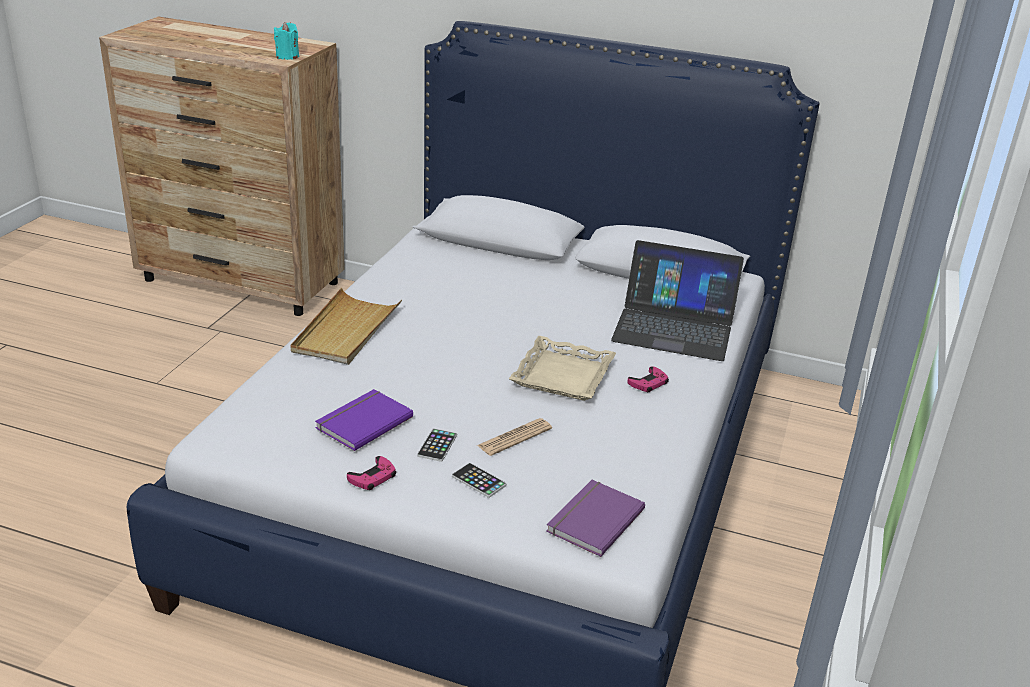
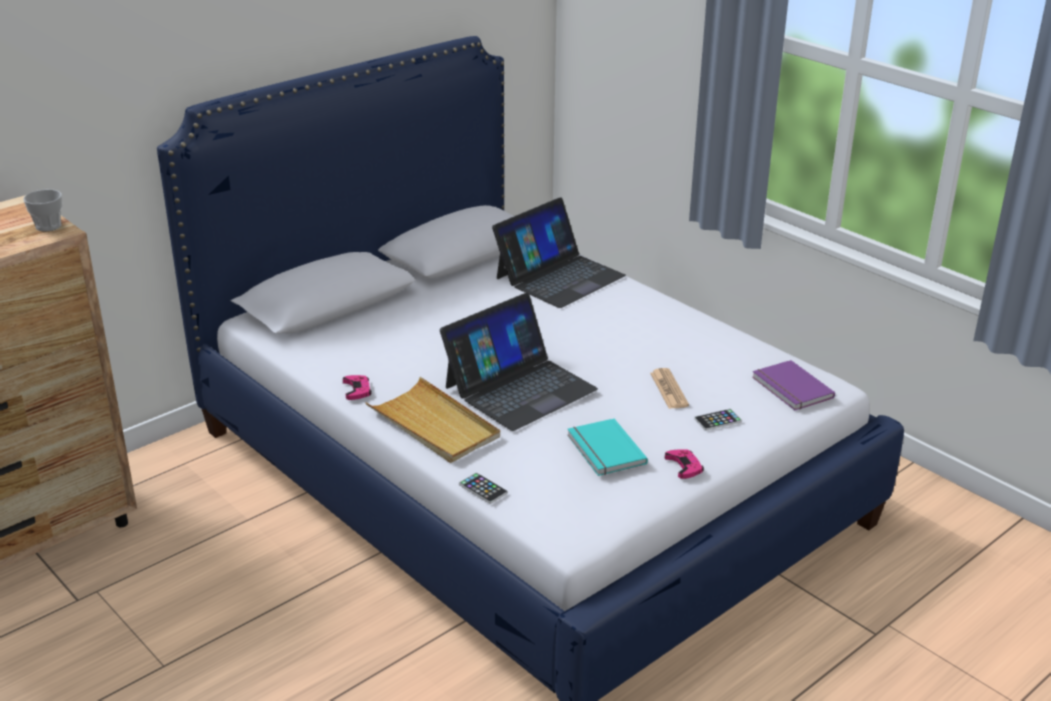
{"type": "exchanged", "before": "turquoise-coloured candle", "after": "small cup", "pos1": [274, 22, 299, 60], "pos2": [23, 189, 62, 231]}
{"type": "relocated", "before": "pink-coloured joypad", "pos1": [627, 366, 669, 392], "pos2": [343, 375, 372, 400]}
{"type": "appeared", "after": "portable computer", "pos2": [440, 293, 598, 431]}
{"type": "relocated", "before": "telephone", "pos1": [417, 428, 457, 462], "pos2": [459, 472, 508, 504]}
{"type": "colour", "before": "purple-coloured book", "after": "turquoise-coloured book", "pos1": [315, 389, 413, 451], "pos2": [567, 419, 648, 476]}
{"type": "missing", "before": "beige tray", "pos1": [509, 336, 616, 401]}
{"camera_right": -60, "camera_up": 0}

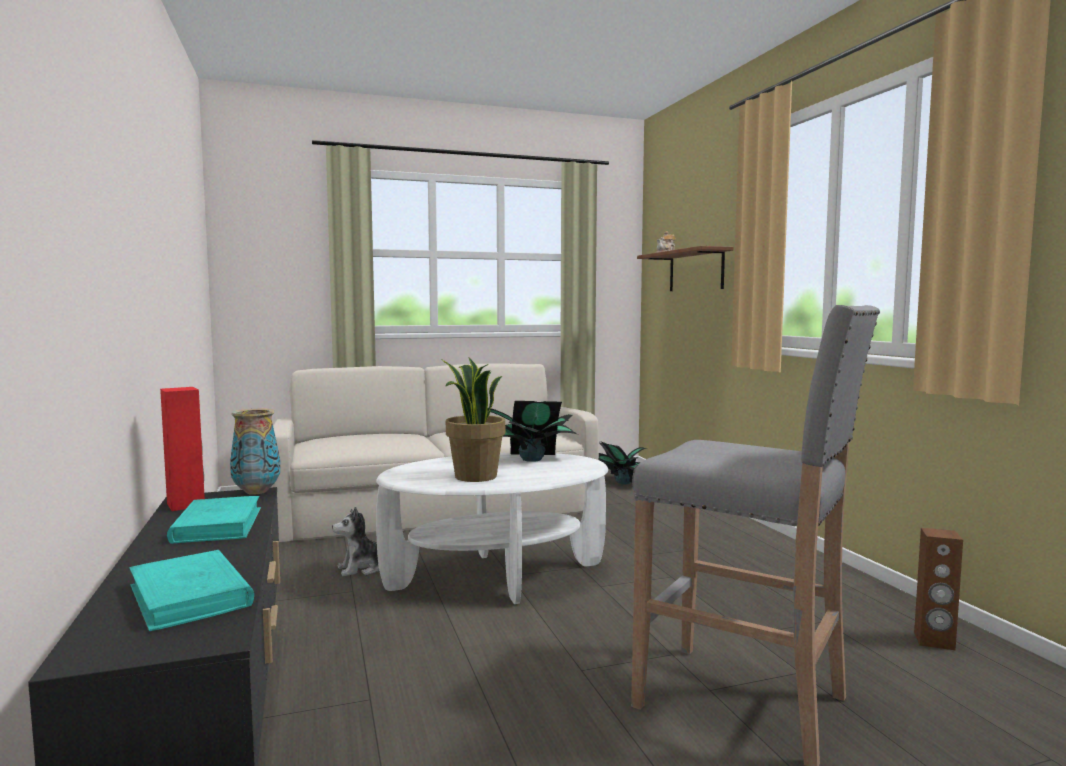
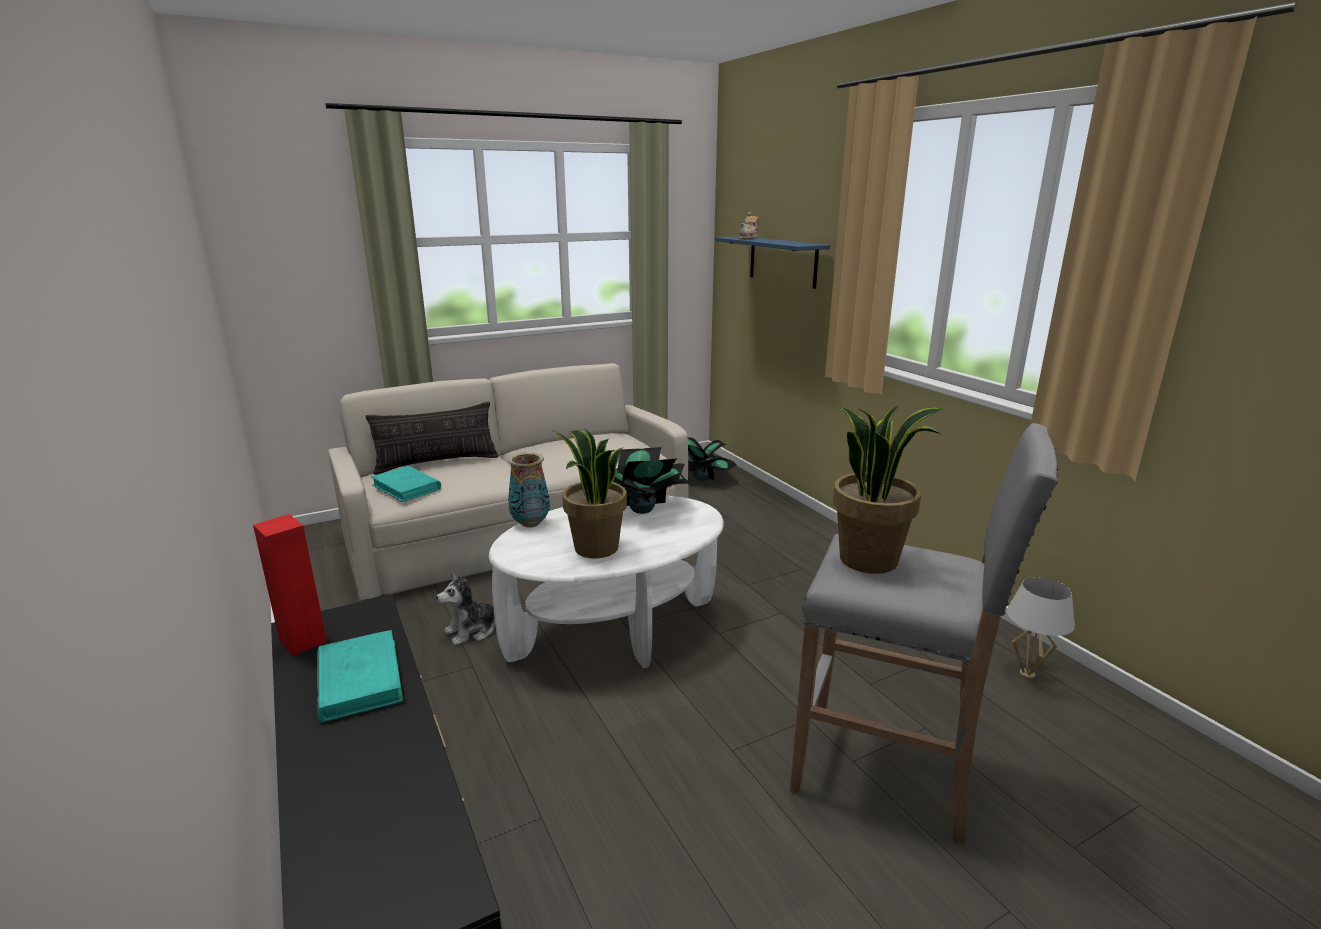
{"type": "appeared", "after": "throw pillow", "pos2": [366, 401, 499, 475]}
{"type": "relocated", "before": "turquoise-coloured book", "pos1": [129, 550, 254, 631], "pos2": [371, 466, 441, 502]}
{"type": "relocated", "before": "decorative vase", "pos1": [230, 408, 280, 495], "pos2": [508, 452, 550, 528]}
{"type": "colour", "before": "brown-coloured bracket shelf", "after": "blue-coloured bracket shelf", "pos1": [637, 246, 734, 291], "pos2": [716, 237, 830, 289]}
{"type": "appeared", "after": "houseplant", "pos2": [833, 404, 943, 574]}
{"type": "exchanged", "before": "brown-coloured speaker", "after": "white-coloured lamp for a table", "pos1": [914, 528, 963, 650], "pos2": [1007, 577, 1075, 679]}
{"camera_right": -10, "camera_up": 15}

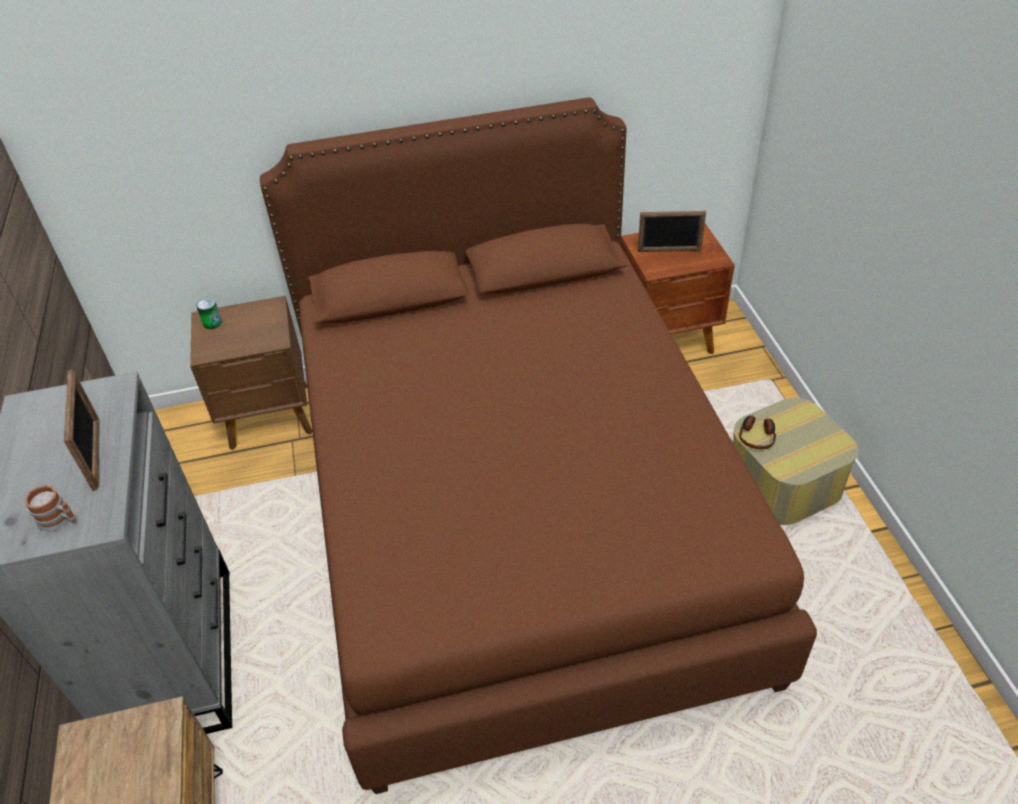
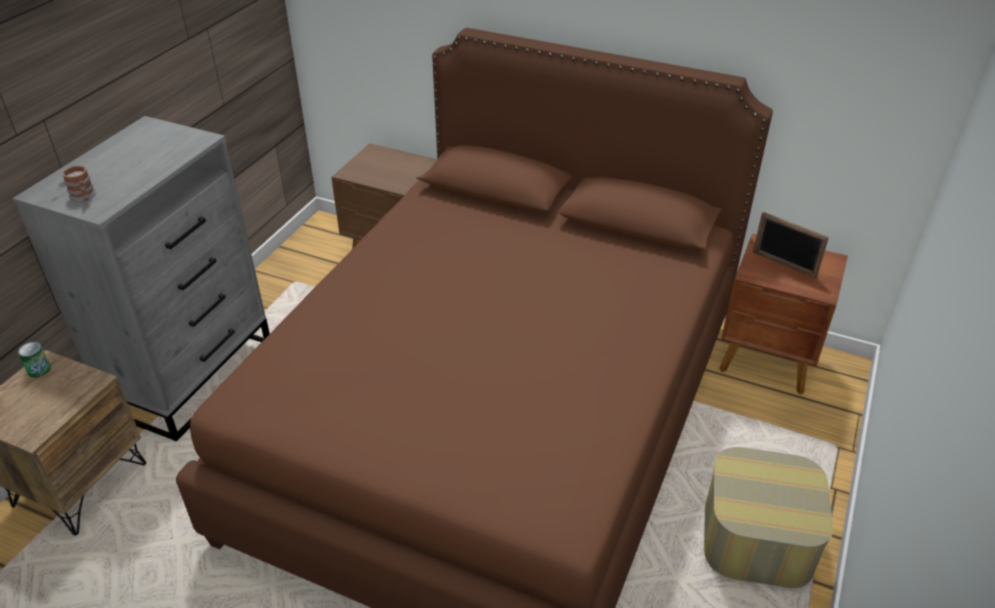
{"type": "relocated", "before": "sealed can", "pos1": [196, 298, 222, 329], "pos2": [18, 342, 51, 377]}
{"type": "missing", "before": "picture frame", "pos1": [64, 370, 100, 491]}
{"type": "missing", "before": "pair of headphones", "pos1": [739, 415, 776, 449]}
{"camera_right": 35, "camera_up": -5}

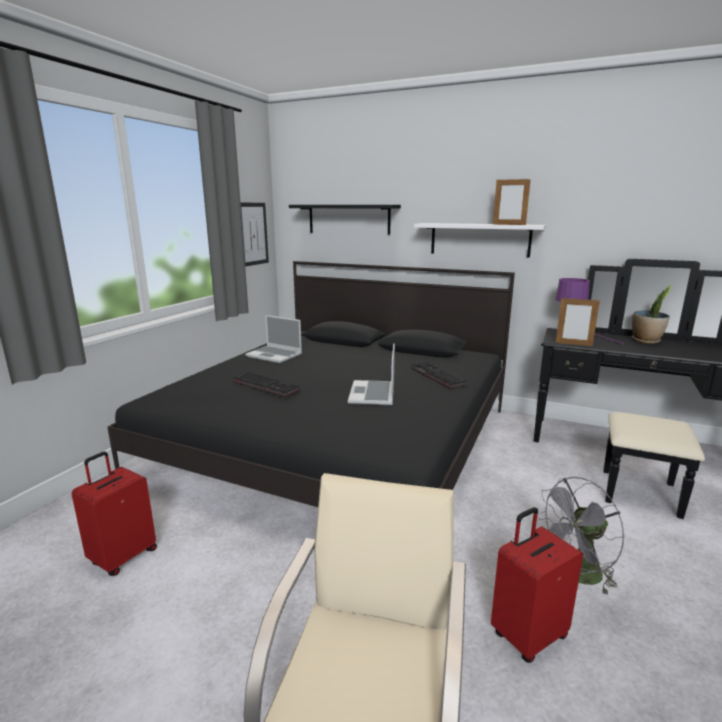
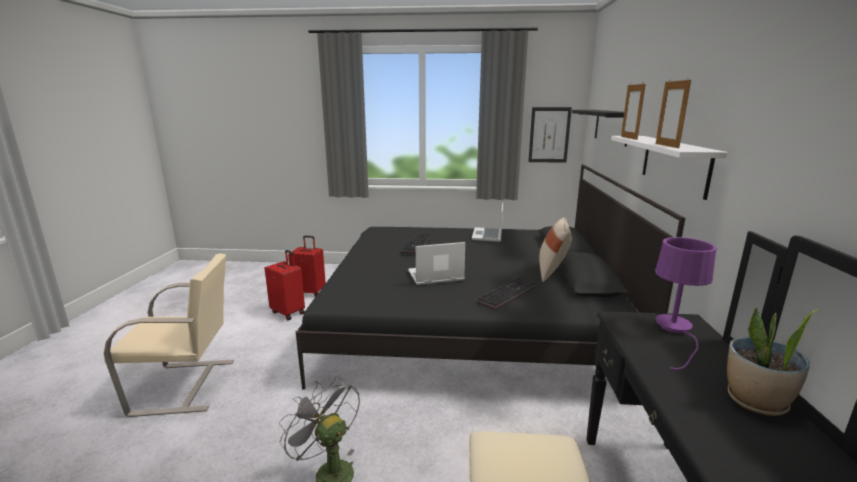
{"type": "relocated", "before": "reddish travel case", "pos1": [491, 507, 583, 663], "pos2": [265, 250, 305, 320]}
{"type": "appeared", "after": "beige throw pillow", "pos2": [539, 217, 572, 282]}
{"type": "relocated", "before": "picture frame", "pos1": [556, 298, 600, 346], "pos2": [621, 82, 646, 140]}
{"camera_right": 70, "camera_up": 0}

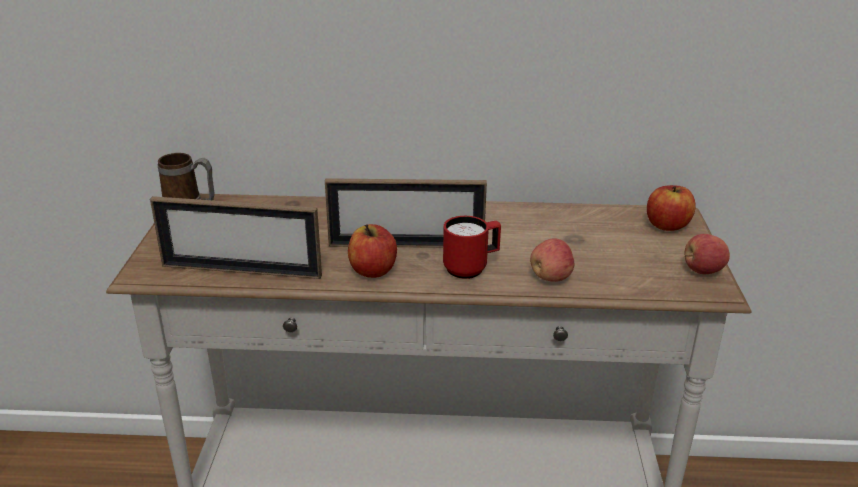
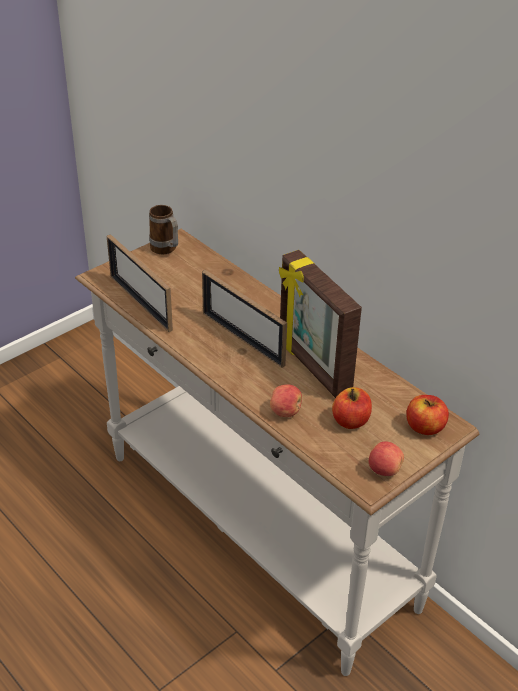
{"type": "appeared", "after": "picture frame", "pos2": [279, 250, 362, 398]}
{"type": "relocated", "before": "apple fruit", "pos1": [348, 224, 397, 278], "pos2": [332, 387, 372, 429]}
{"type": "missing", "before": "reddish coffee mug", "pos1": [443, 216, 501, 279]}
{"camera_right": 45, "camera_up": 10}

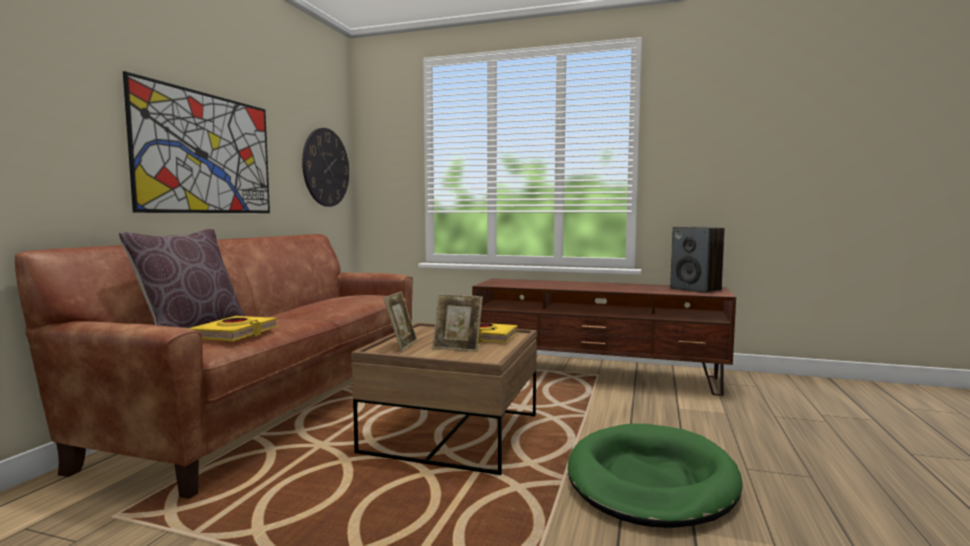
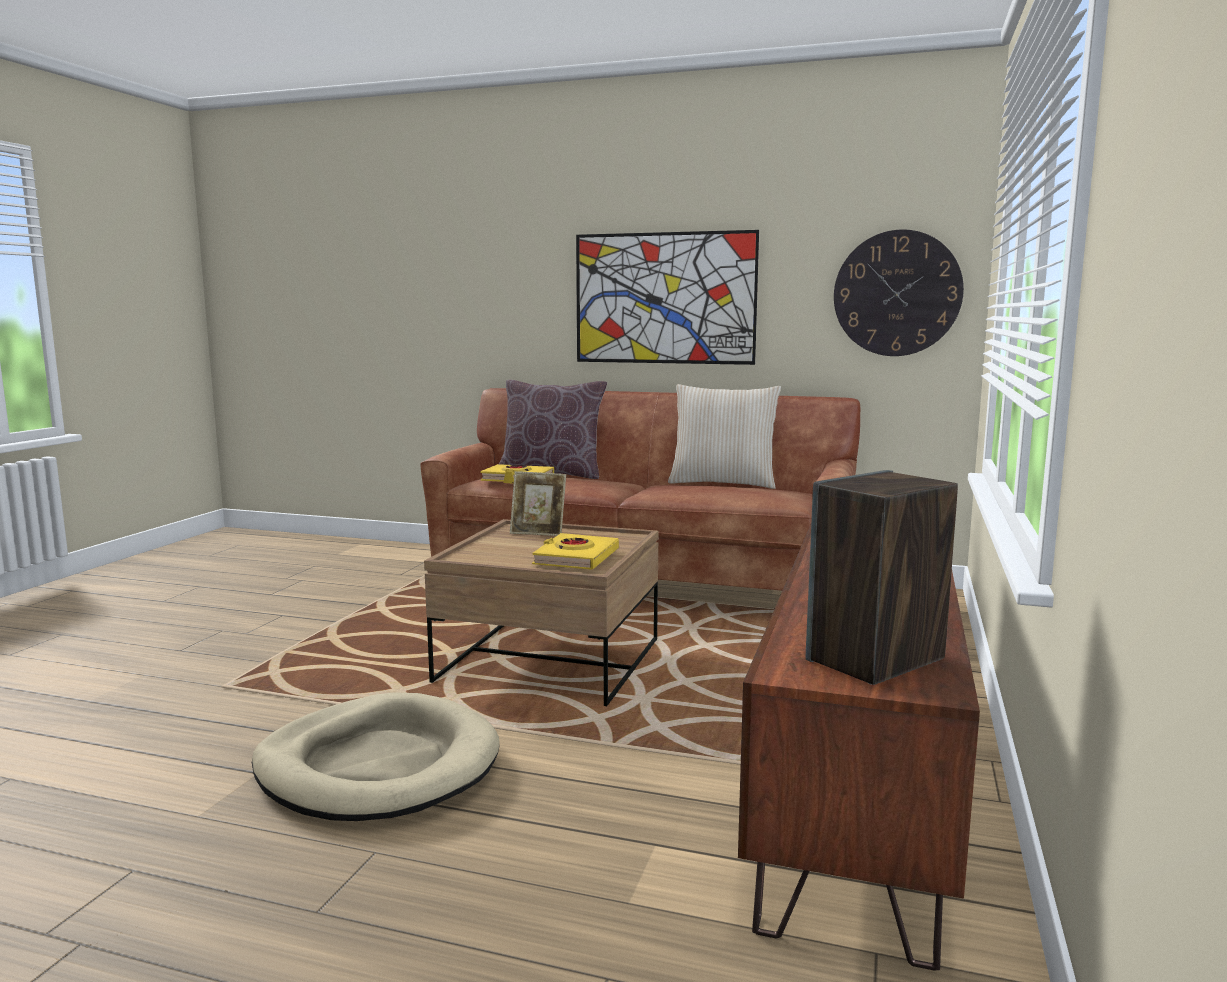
{"type": "colour", "before": "greenish dog bed", "after": "beige dog bed", "pos1": [568, 424, 743, 528], "pos2": [252, 692, 500, 821]}
{"type": "appeared", "after": "beige throw pillow", "pos2": [668, 384, 781, 489]}
{"type": "missing", "before": "picture frame", "pos1": [432, 294, 483, 352]}
{"camera_right": 90, "camera_up": 5}

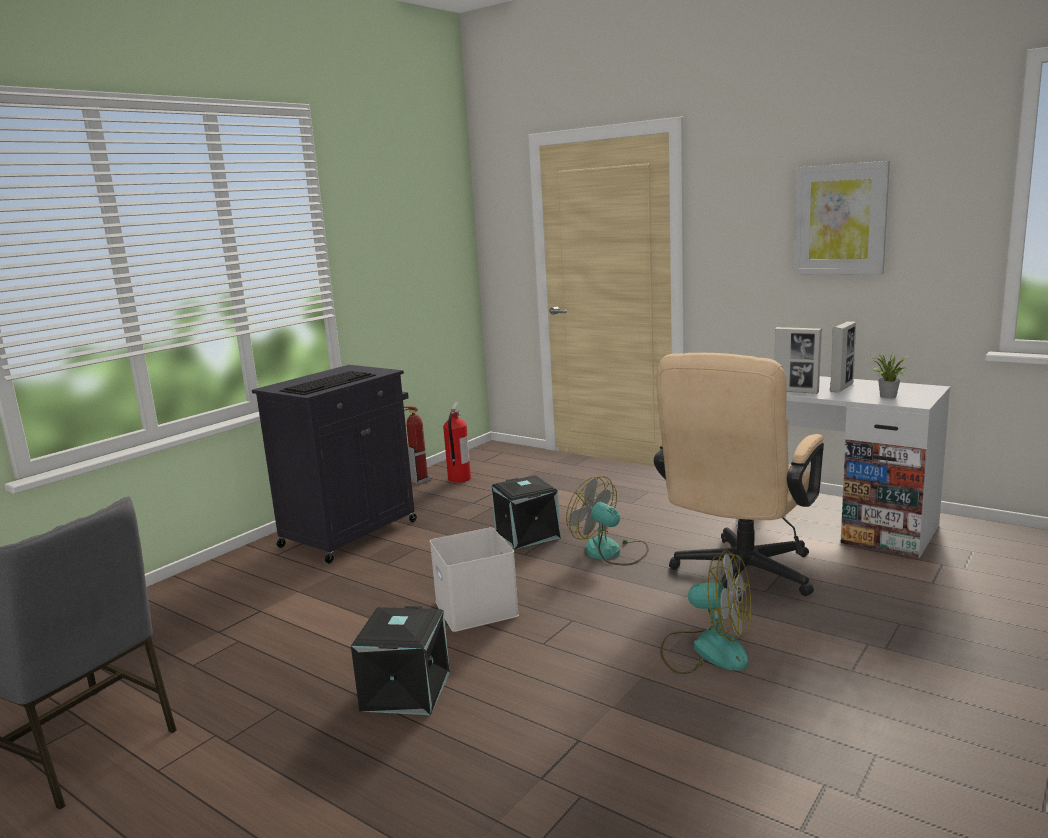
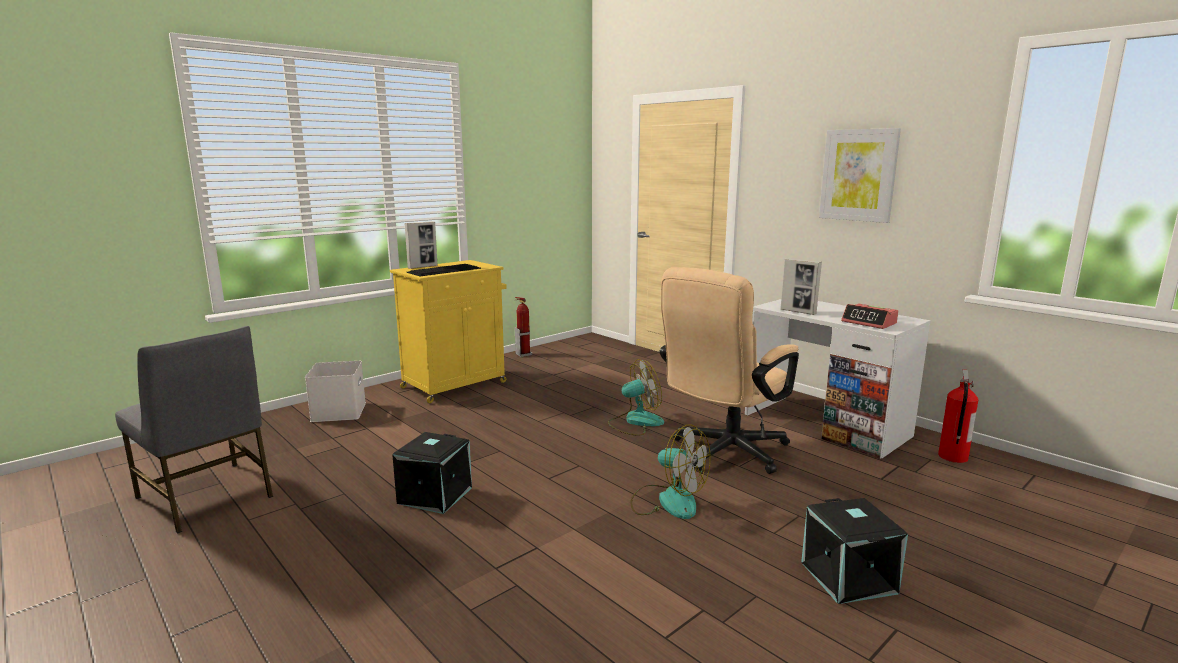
{"type": "relocated", "before": "white-coloured storage container", "pos1": [430, 527, 519, 632], "pos2": [305, 361, 366, 422]}
{"type": "colour", "before": "black storage cabinet", "after": "yellow storage cabinet", "pos1": [252, 365, 417, 563], "pos2": [390, 260, 507, 403]}
{"type": "relocated", "before": "picture frame", "pos1": [830, 321, 856, 393], "pos2": [404, 221, 437, 269]}
{"type": "spun", "before": "electric fan", "pos1": [566, 476, 649, 565], "pos2": [608, 359, 664, 436], "turn": 105}
{"type": "relocated", "before": "black storage container", "pos1": [492, 475, 561, 549], "pos2": [801, 498, 908, 604]}
{"type": "exchanged", "before": "houseplant", "after": "alarm clock", "pos1": [870, 351, 910, 399], "pos2": [841, 304, 898, 329]}
{"type": "relocated", "before": "fire extinguisher", "pos1": [443, 402, 471, 483], "pos2": [938, 369, 979, 463]}
{"camera_right": 10, "camera_up": 0}

